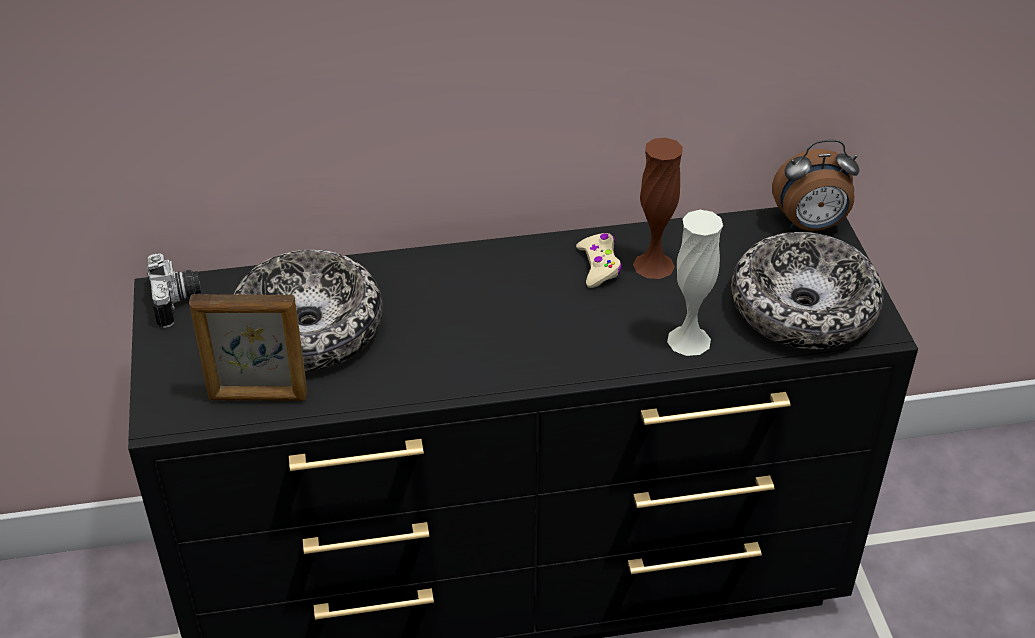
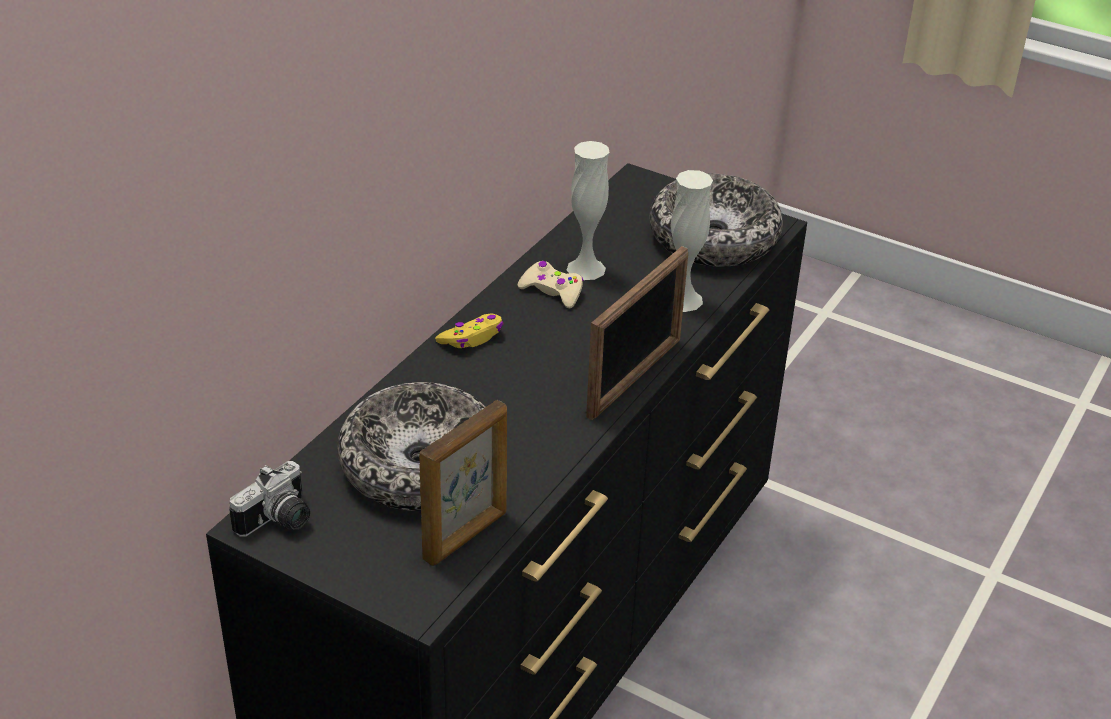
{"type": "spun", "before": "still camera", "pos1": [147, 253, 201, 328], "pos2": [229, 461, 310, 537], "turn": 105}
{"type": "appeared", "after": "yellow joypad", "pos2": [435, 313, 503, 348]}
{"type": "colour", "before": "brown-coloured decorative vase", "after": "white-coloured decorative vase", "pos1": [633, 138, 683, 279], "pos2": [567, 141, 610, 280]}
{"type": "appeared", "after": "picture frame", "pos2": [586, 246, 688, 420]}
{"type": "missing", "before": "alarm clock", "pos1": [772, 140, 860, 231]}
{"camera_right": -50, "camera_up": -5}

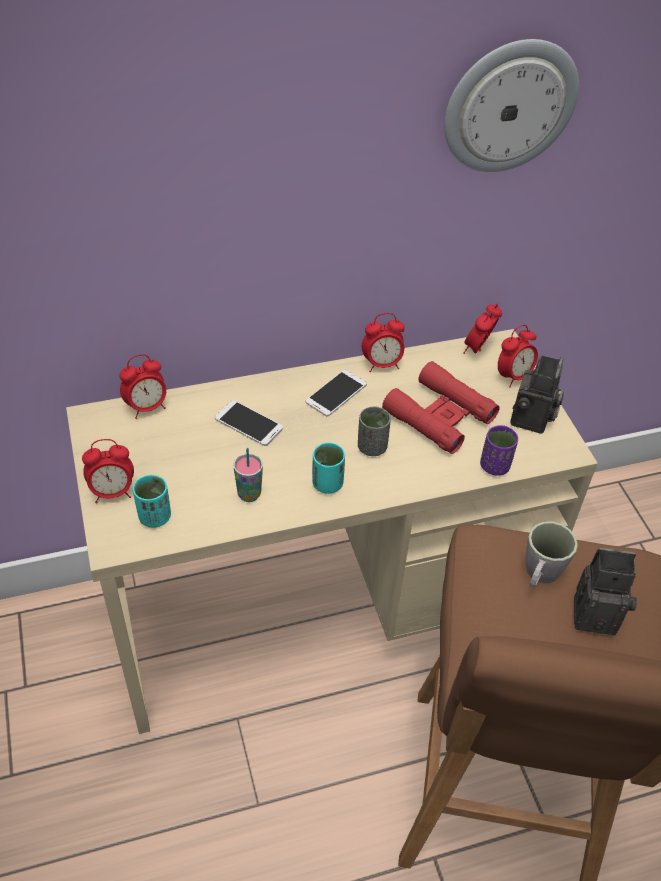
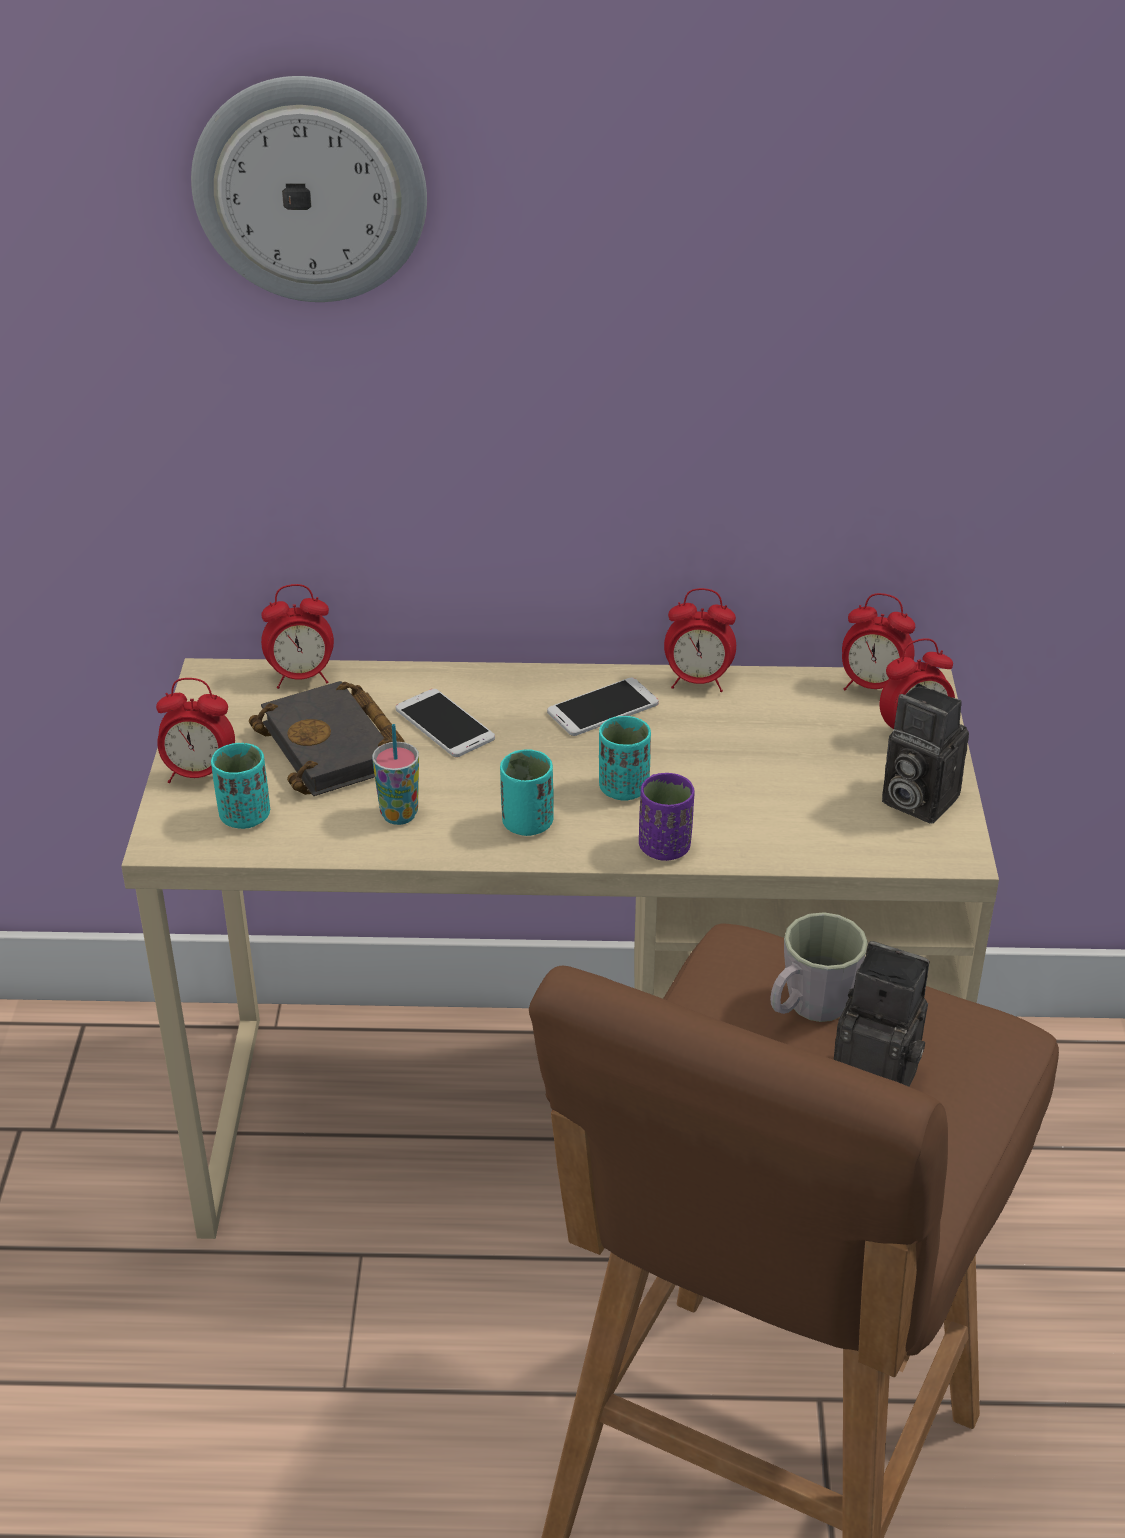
{"type": "relocated", "before": "hanging clock", "pos1": [444, 39, 579, 172], "pos2": [191, 76, 427, 302]}
{"type": "appeared", "after": "black book", "pos2": [248, 681, 405, 796]}
{"type": "colour", "before": "grey small cup", "after": "turquoise-coloured small cup", "pos1": [358, 406, 391, 456], "pos2": [599, 716, 651, 801]}
{"type": "relocated", "before": "purple-coloured small cup", "pos1": [480, 425, 518, 476], "pos2": [639, 773, 695, 861]}
{"type": "spun", "before": "alarm clock", "pos1": [463, 304, 502, 354], "pos2": [842, 593, 915, 690], "turn": -120}
{"type": "spun", "before": "still camera", "pos1": [510, 355, 564, 433], "pos2": [882, 683, 969, 824], "turn": 90}
{"type": "missing", "before": "reddish pair of binoculars", "pos1": [382, 361, 500, 454]}
{"camera_right": 20, "camera_up": -10}

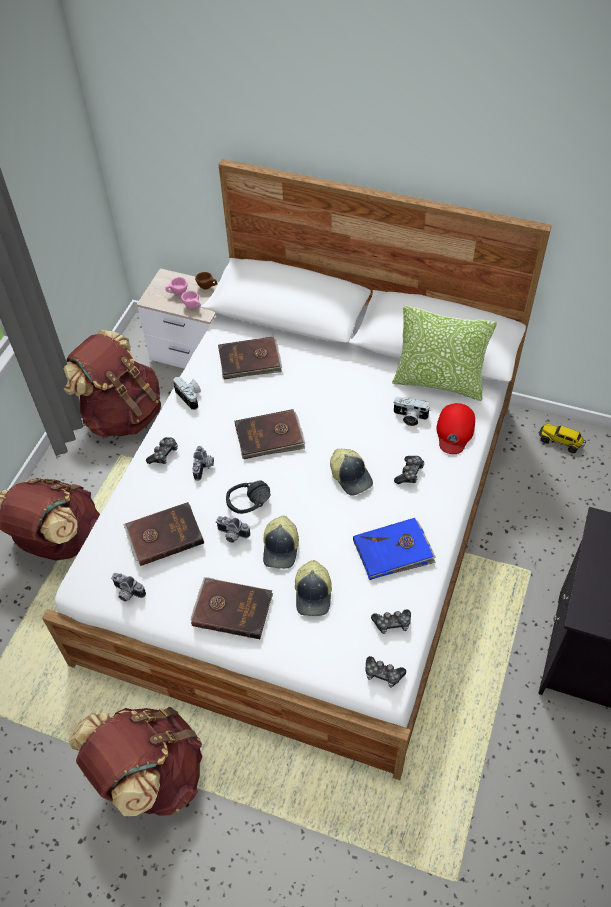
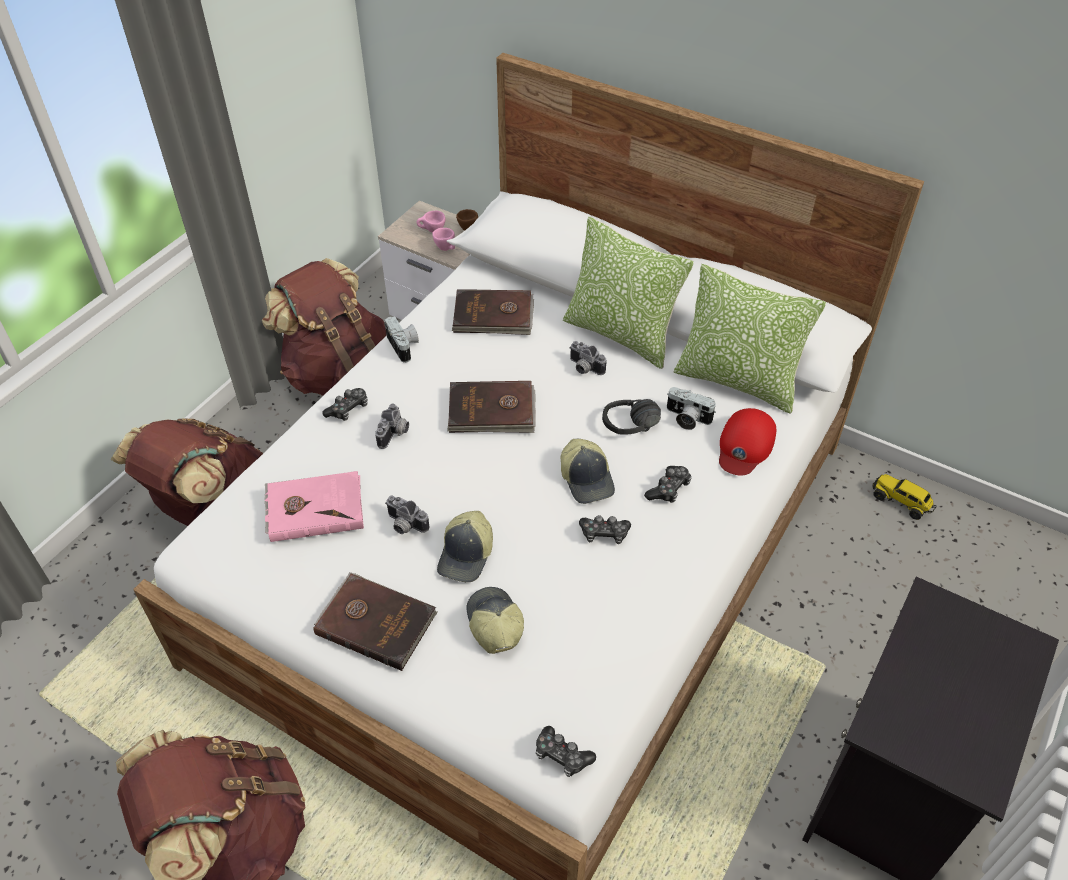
{"type": "colour", "before": "brown-coloured book", "after": "pink-coloured book", "pos1": [123, 502, 204, 566], "pos2": [265, 471, 364, 542]}
{"type": "spun", "before": "cap", "pos1": [295, 560, 332, 616], "pos2": [467, 587, 524, 654], "turn": 150}
{"type": "appeared", "after": "throw pillow", "pos2": [563, 216, 694, 369]}
{"type": "relocated", "before": "still camera", "pos1": [111, 573, 146, 602], "pos2": [569, 341, 607, 375]}
{"type": "relocated", "before": "joypad", "pos1": [371, 609, 411, 634], "pos2": [579, 515, 631, 544]}
{"type": "relocated", "before": "black pair of headphones", "pos1": [226, 481, 271, 514], "pos2": [602, 399, 661, 435]}
{"type": "missing", "before": "blue-coloured book", "pos1": [353, 518, 436, 580]}
{"camera_right": 10, "camera_up": -5}

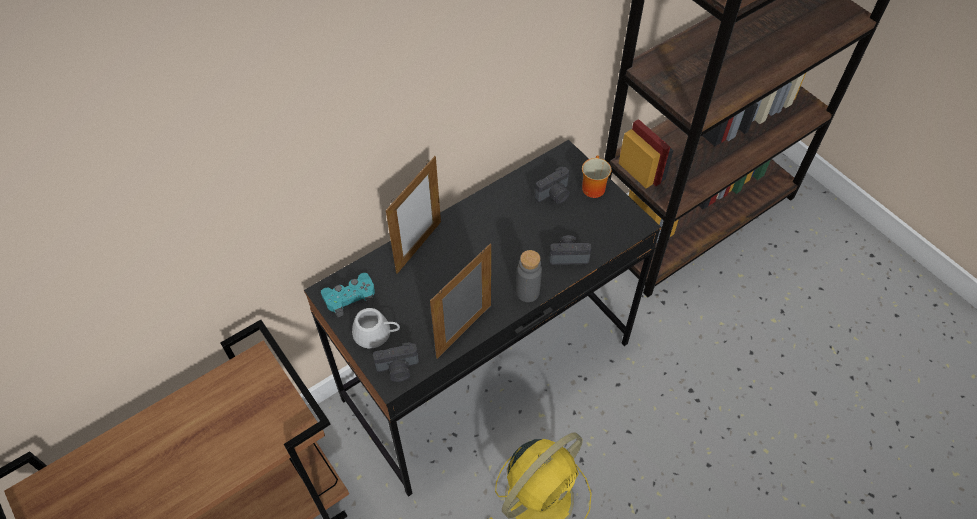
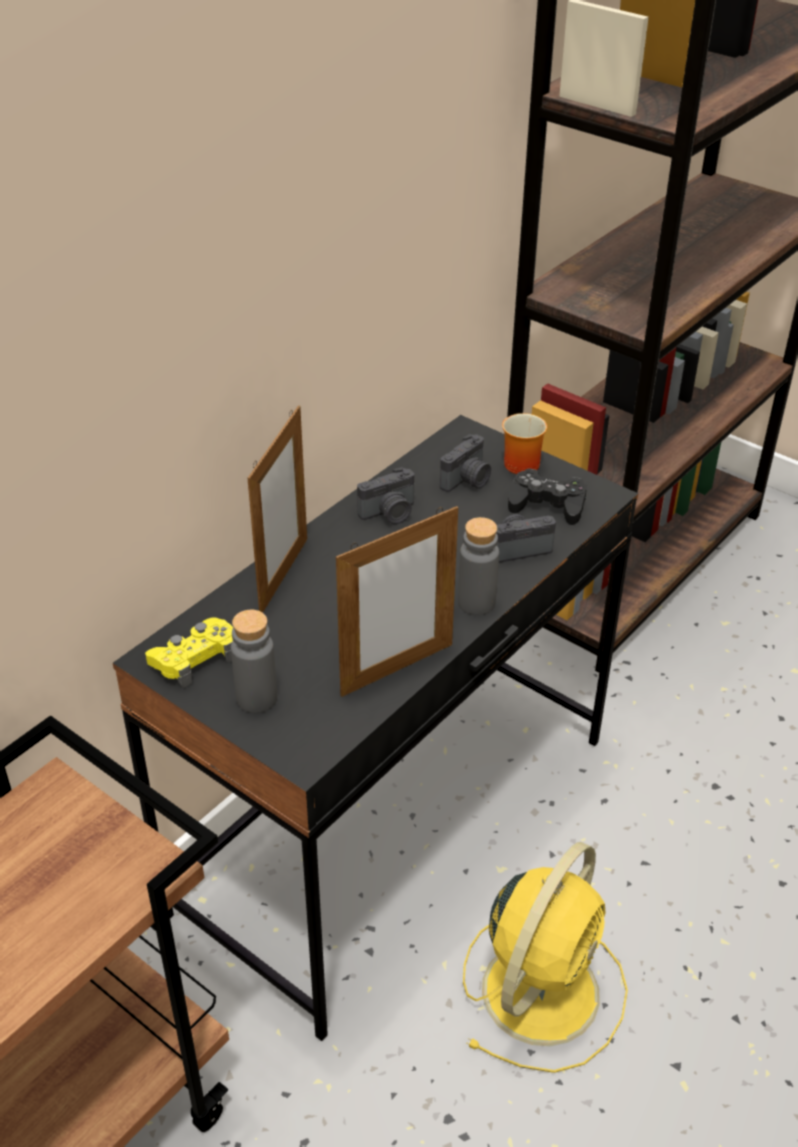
{"type": "colour", "before": "turquoise-coloured joypad", "after": "yellow joypad", "pos1": [321, 273, 375, 318], "pos2": [145, 617, 233, 688]}
{"type": "exchanged", "before": "white-coloured coffee mug", "after": "grey beverage bottle", "pos1": [352, 308, 400, 348], "pos2": [231, 610, 277, 713]}
{"type": "spun", "before": "picture frame", "pos1": [430, 244, 491, 359], "pos2": [336, 506, 458, 697], "turn": -150}
{"type": "relocated", "before": "still camera", "pos1": [373, 342, 419, 382], "pos2": [357, 467, 414, 524]}
{"type": "appeared", "after": "black joypad", "pos2": [508, 468, 587, 525]}
{"camera_right": -15, "camera_up": -15}

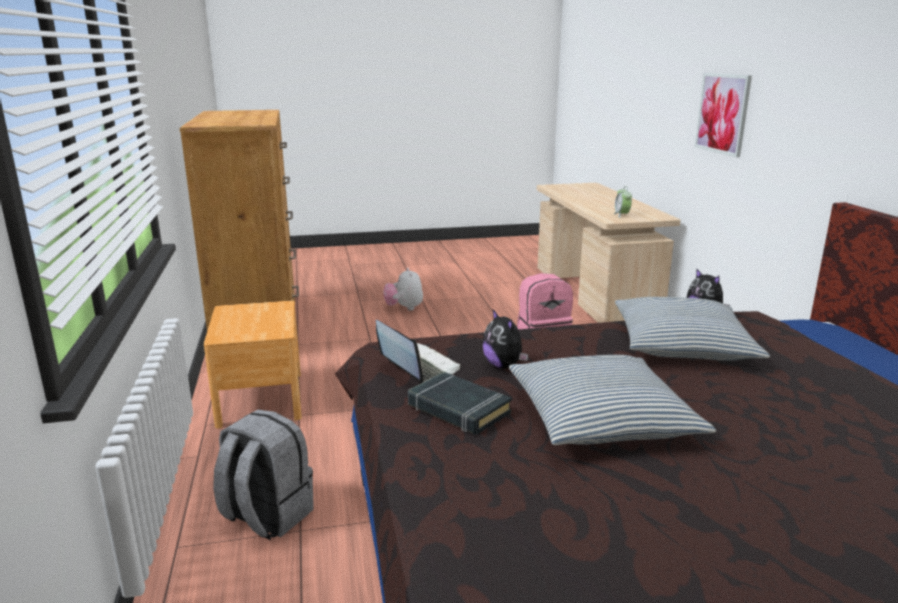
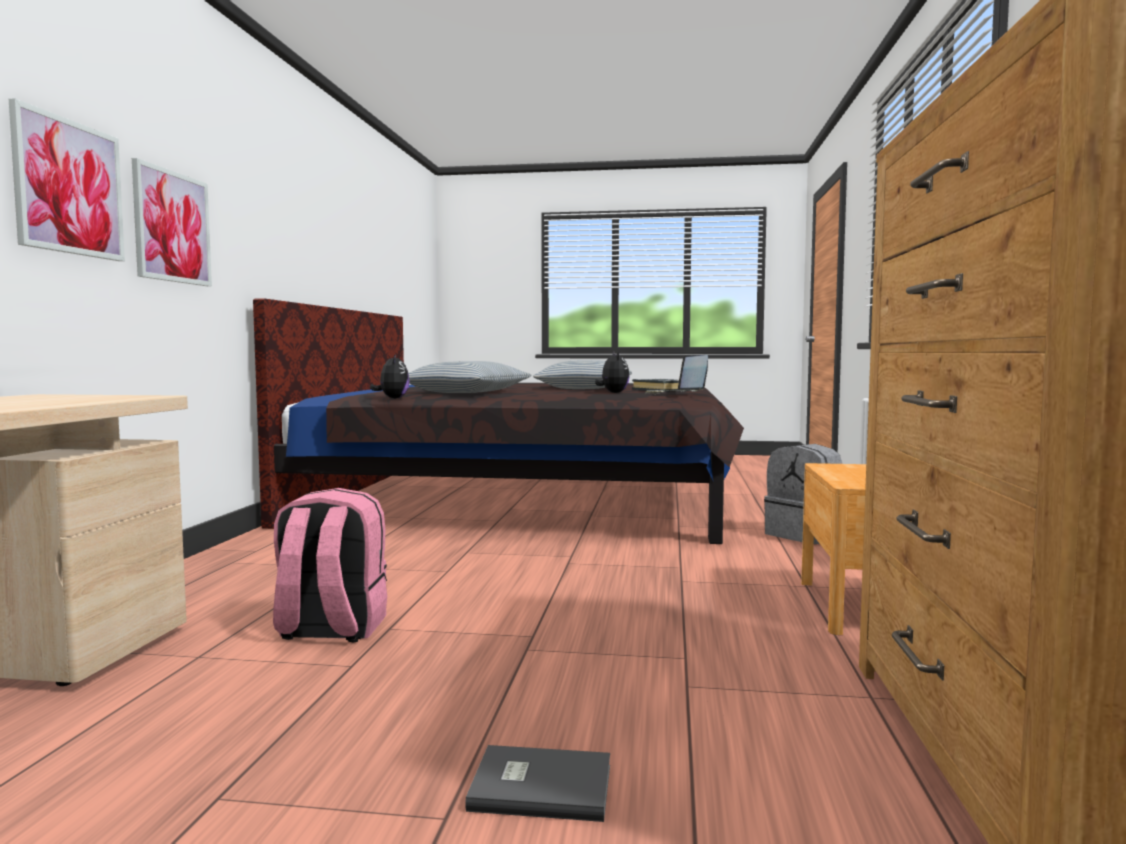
{"type": "appeared", "after": "wall art", "pos2": [132, 158, 212, 286]}
{"type": "exchanged", "before": "plush toy", "after": "grey book", "pos1": [383, 268, 423, 311], "pos2": [465, 745, 610, 822]}
{"type": "missing", "before": "alarm clock", "pos1": [613, 186, 632, 218]}
{"camera_right": -160, "camera_up": -15}

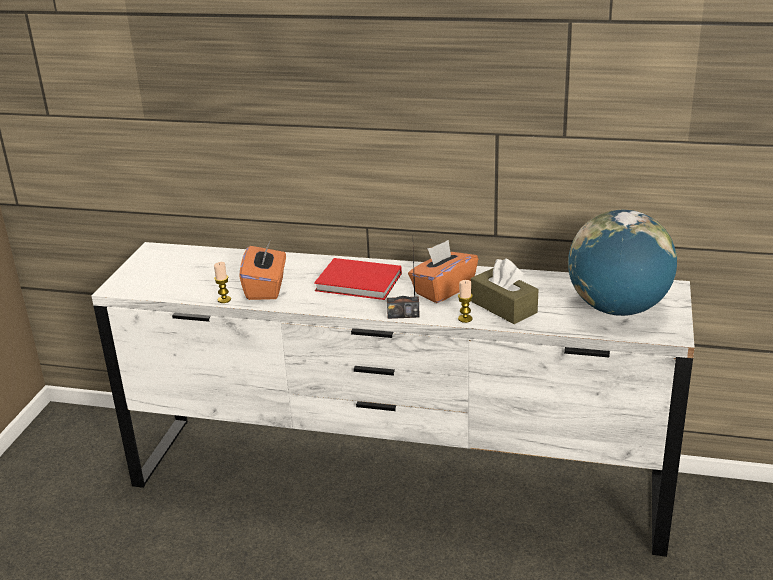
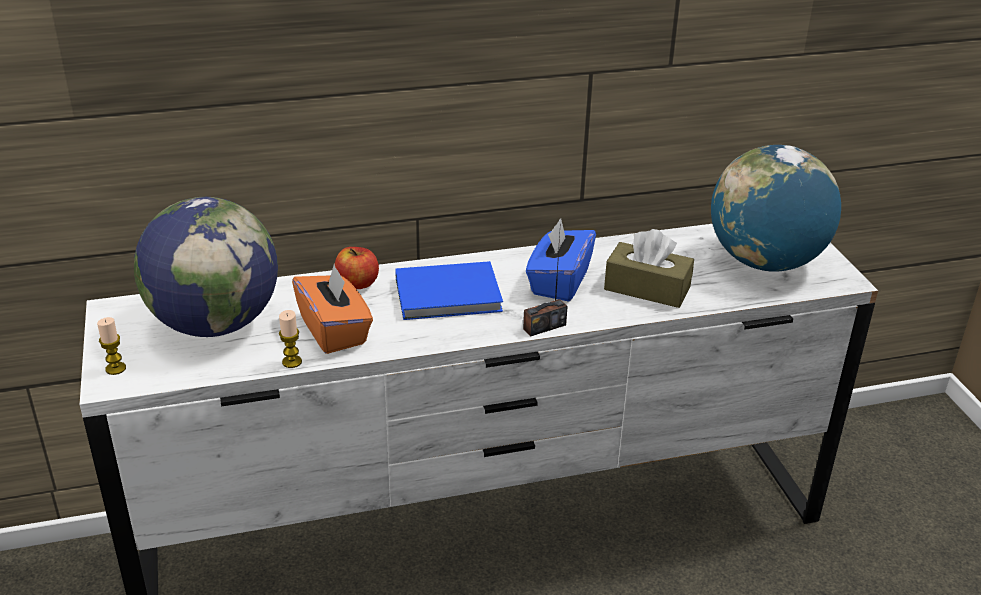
{"type": "relocated", "before": "candle", "pos1": [458, 280, 473, 323], "pos2": [97, 317, 126, 375]}
{"type": "appeared", "after": "desk globe", "pos2": [134, 197, 278, 337]}
{"type": "appeared", "after": "apple fruit", "pos2": [335, 247, 379, 289]}
{"type": "colour", "before": "reddish book", "after": "blue-coloured book", "pos1": [314, 258, 402, 300], "pos2": [395, 261, 503, 320]}
{"type": "colour", "before": "orangey box of tissues", "after": "blue-coloured box of tissues", "pos1": [408, 240, 478, 303], "pos2": [526, 218, 596, 302]}
{"camera_right": -30, "camera_up": 5}

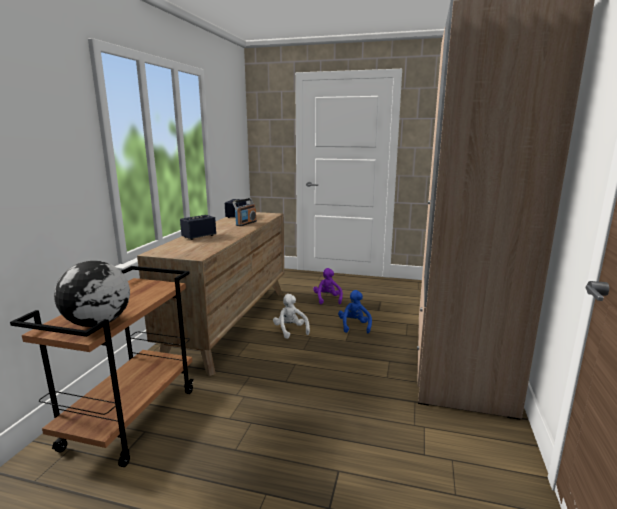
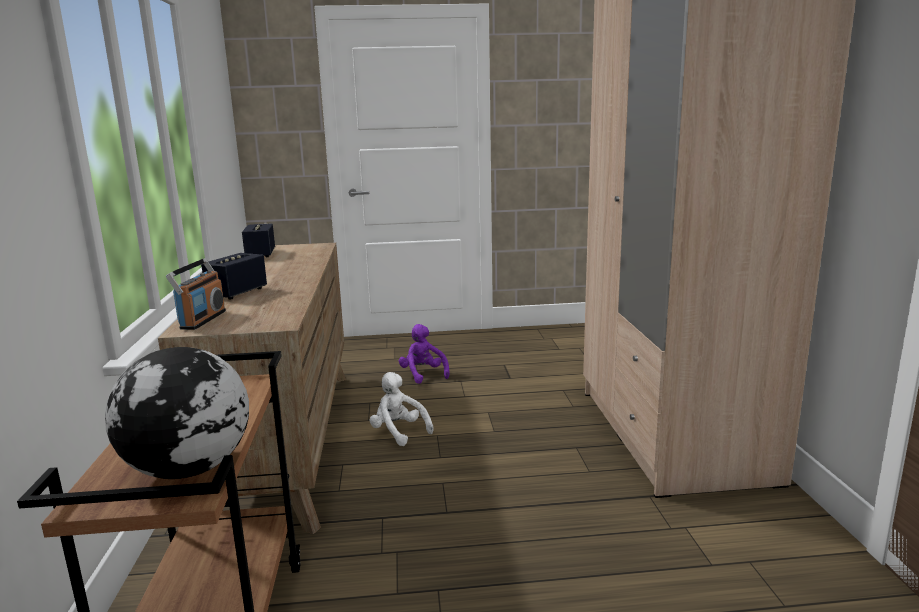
{"type": "relocated", "before": "radio", "pos1": [233, 198, 257, 226], "pos2": [166, 258, 226, 330]}
{"type": "missing", "before": "blue-coloured plush toy", "pos1": [338, 290, 372, 333]}
{"camera_right": -20, "camera_up": 0}

